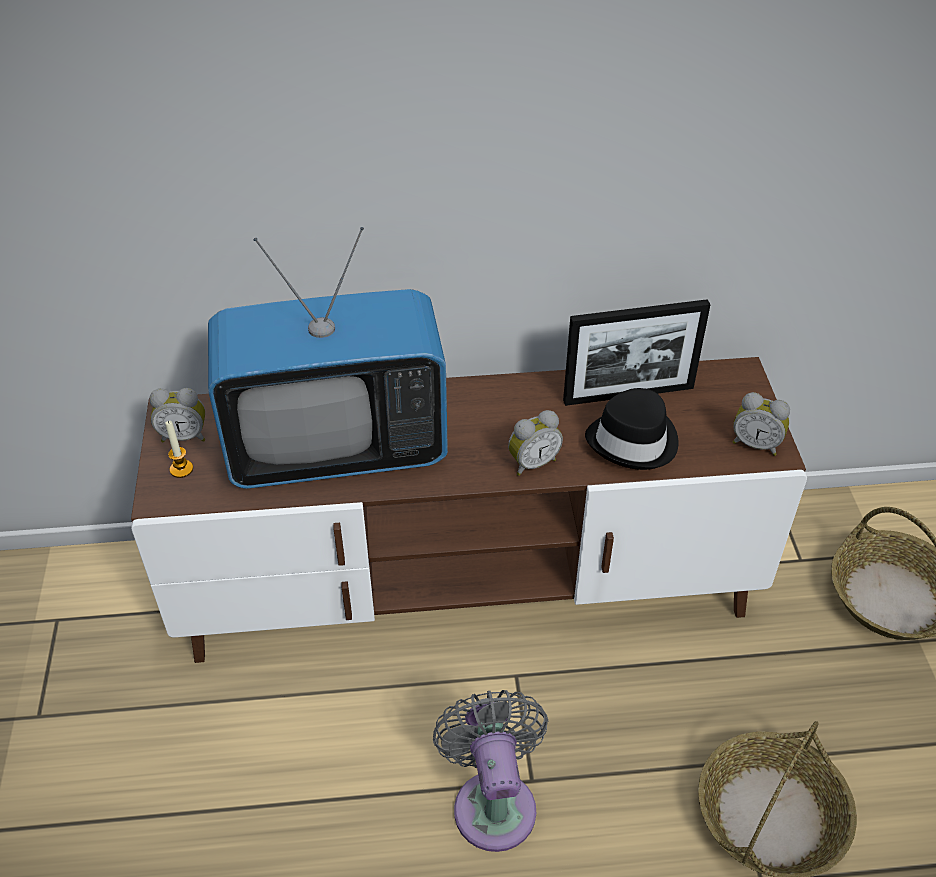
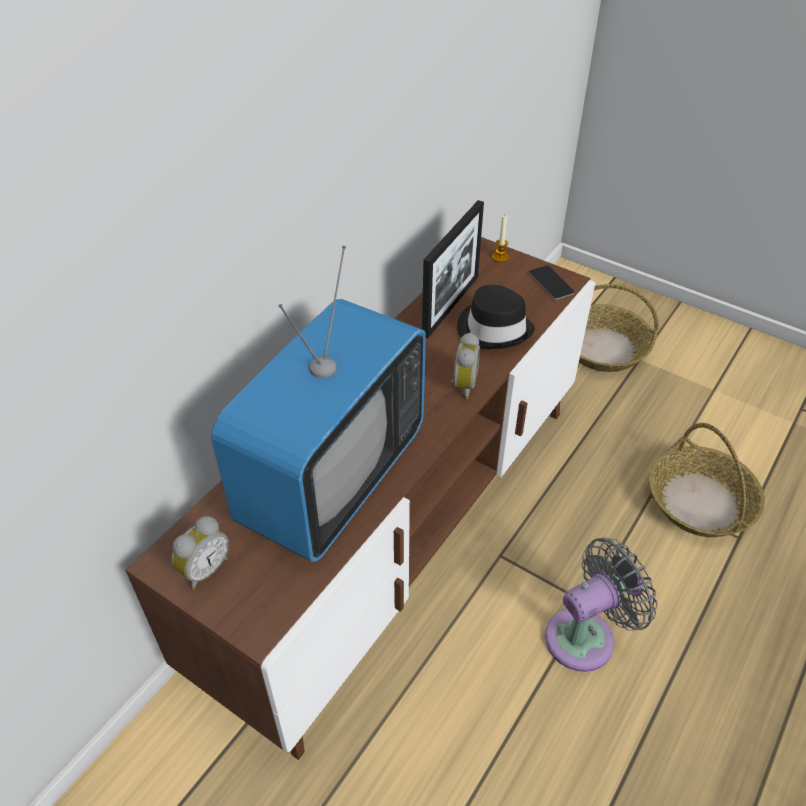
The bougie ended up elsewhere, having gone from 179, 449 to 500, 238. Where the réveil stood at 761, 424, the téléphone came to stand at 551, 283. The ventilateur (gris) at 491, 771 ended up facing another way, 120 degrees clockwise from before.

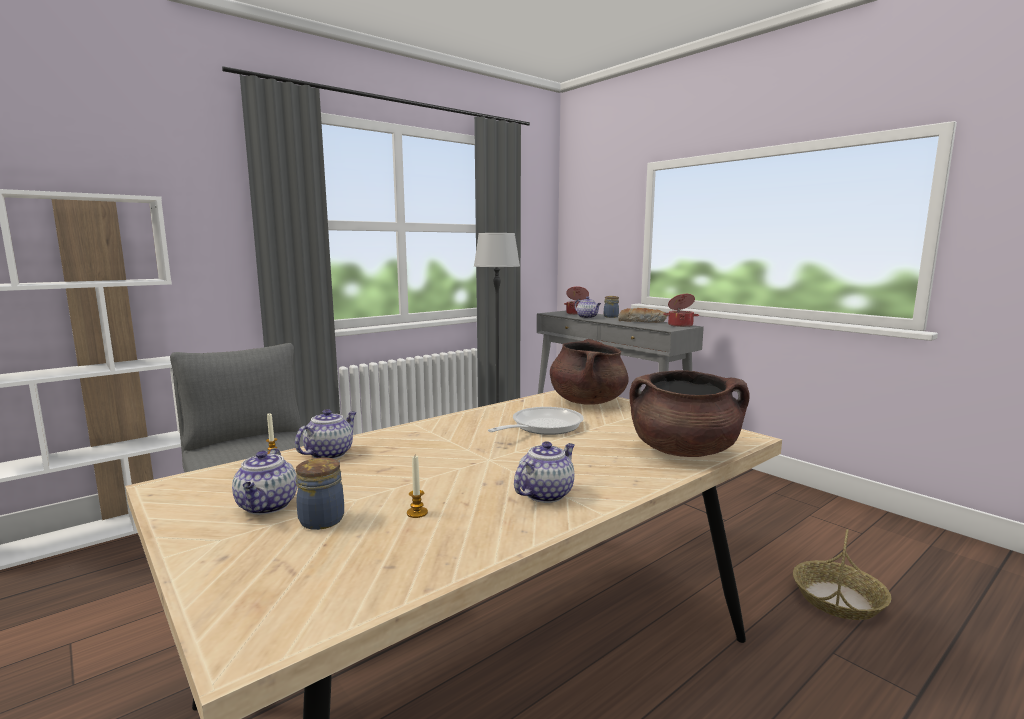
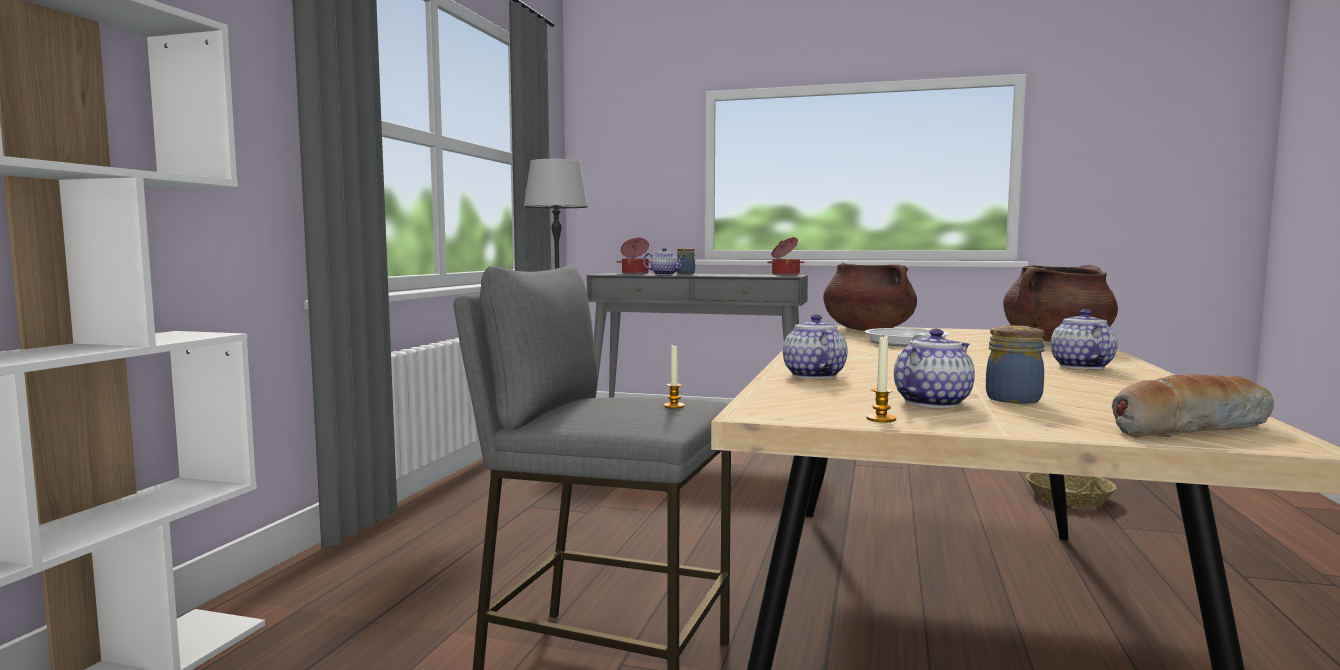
The bougie ended up elsewhere, having gone from 417, 487 to 881, 378. The pain ended up elsewhere, having gone from 642, 315 to 1193, 405. The théière at 264, 481 ended up facing another way, 90 degrees counterclockwise from before.

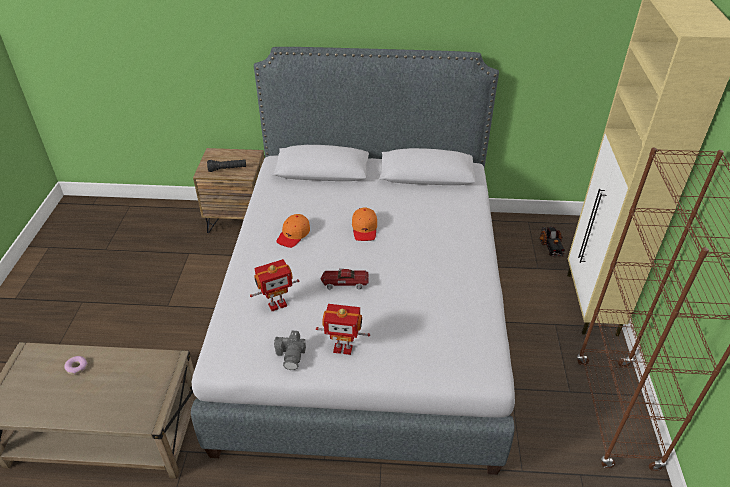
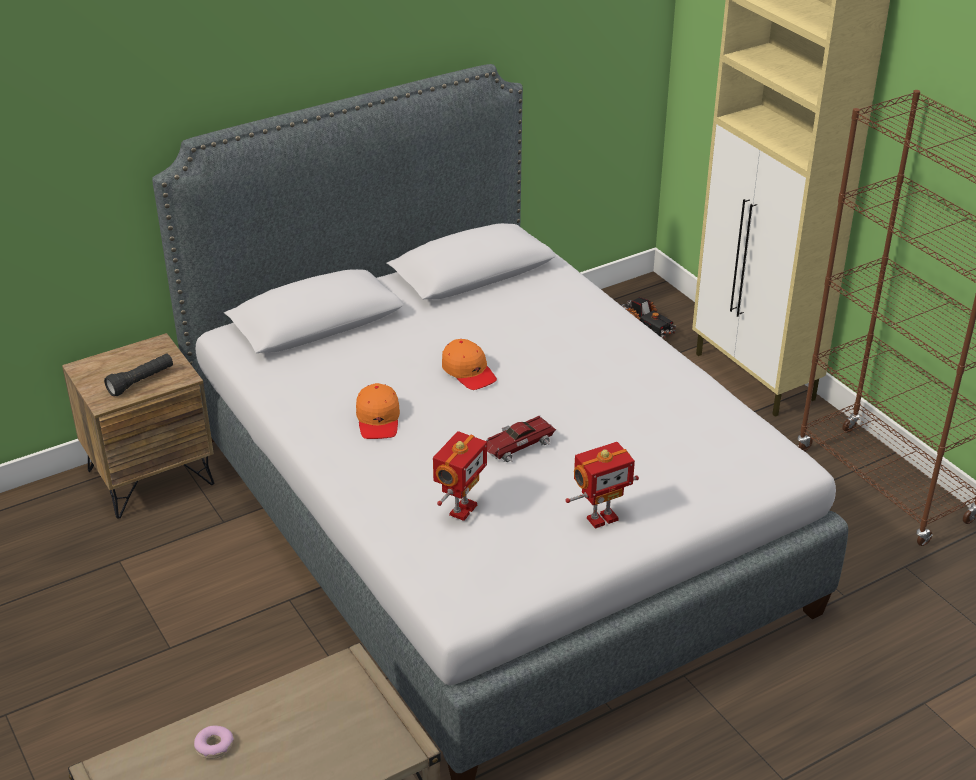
The second view lost the appareil photo at 290, 350.

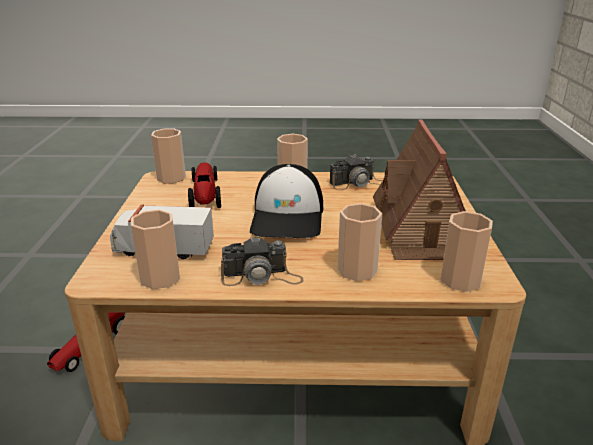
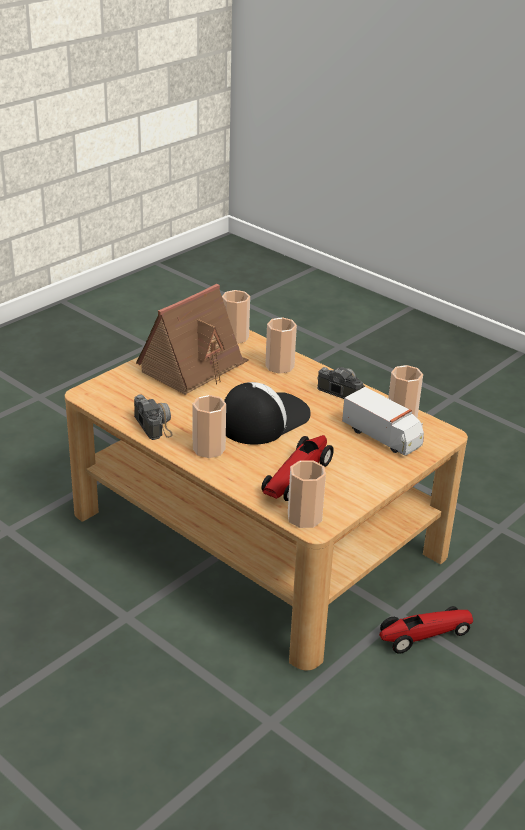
The appareil photo at 356, 172 ended up facing another way, 45 degrees clockwise from before.

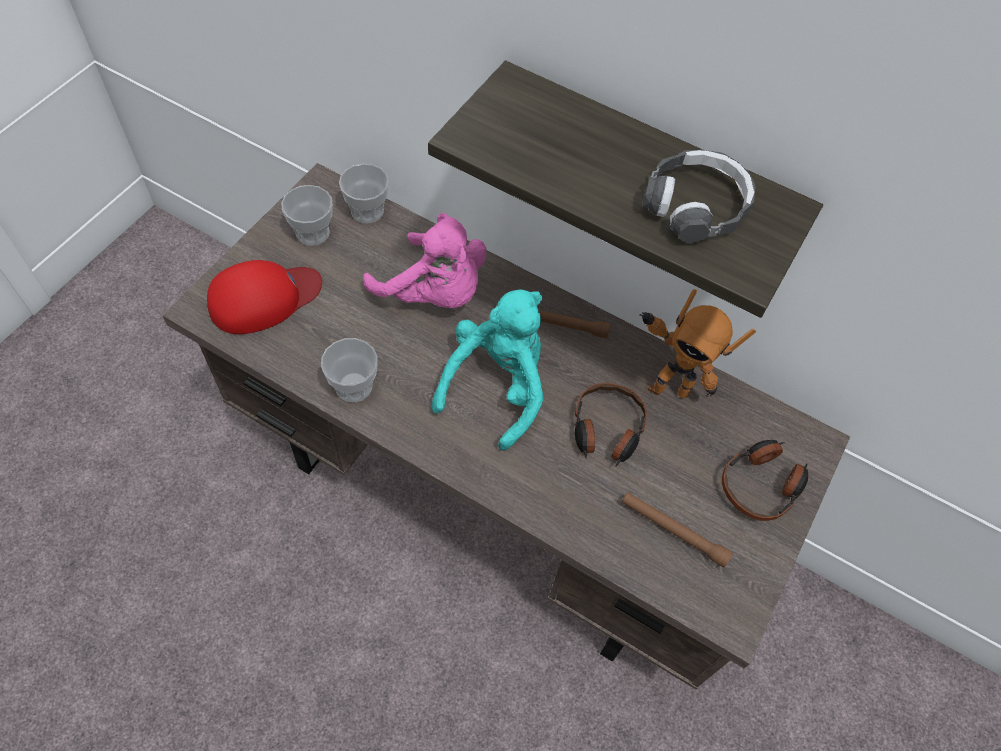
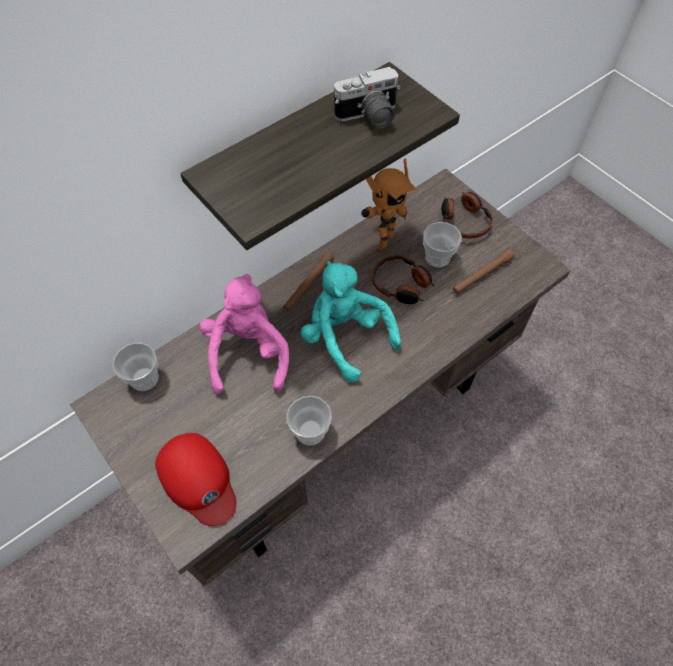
The tasse ended up elsewhere, having gone from 307, 215 to 442, 245. Where the casque audio stood at 699, 196, the appareil photo came to stand at 367, 97. The casquette (rouge) at 264, 297 ended up facing another way, 150 degrees clockwise from before. The peluche (rose) at 424, 260 ended up facing another way, 60 degrees counterclockwise from before.

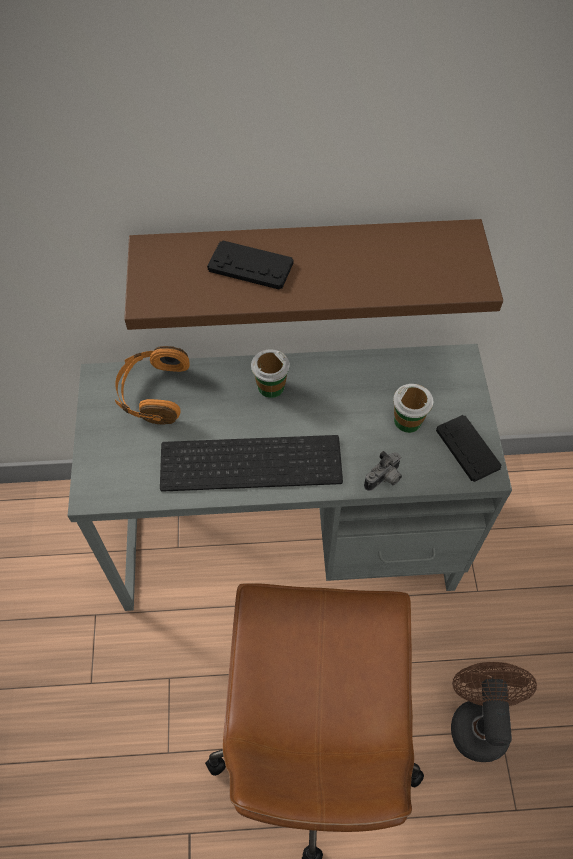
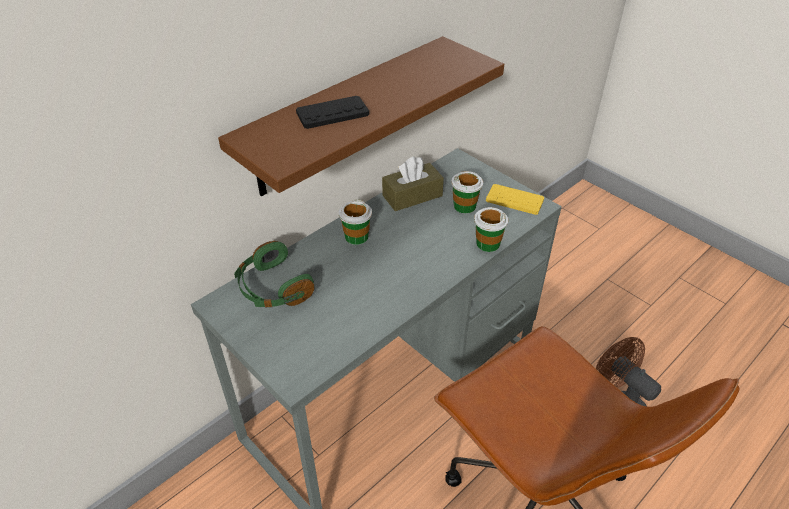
The second view lost the clavier at 251, 463. The second view gained the boîte à mouchoirs (marron) at 413, 183. Where the appareil photo stood at 383, 471, the tasse came to stand at 491, 229. What was the casque audio (orange) at 152, 385 turned into the casque audio (vert) at 274, 274. What was the manette (noir) at 469, 448 turned into the manette (jaune) at 515, 199.

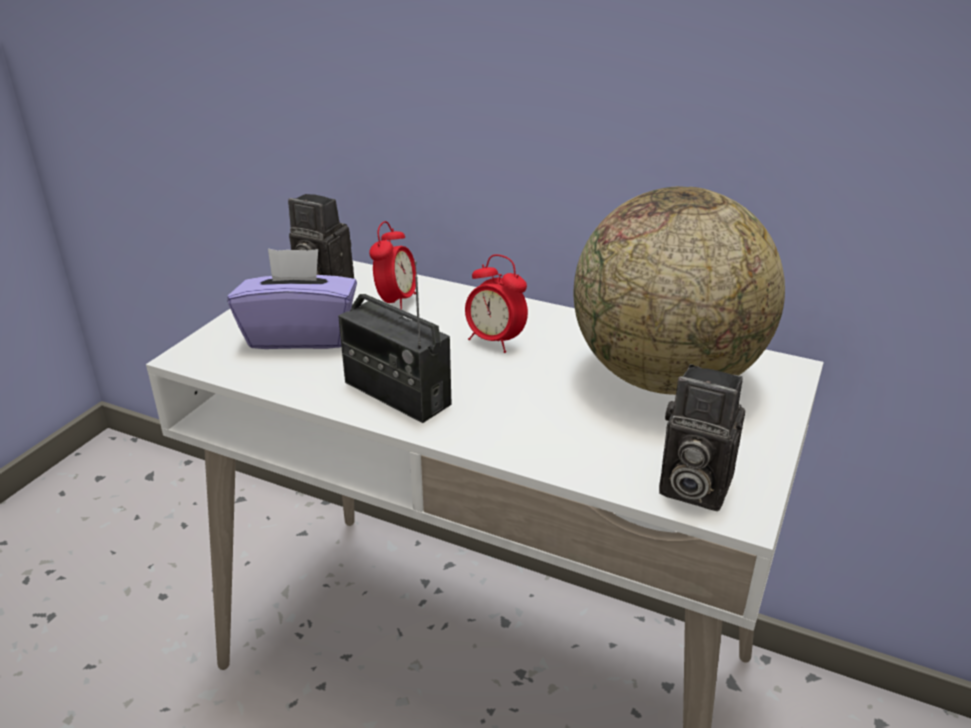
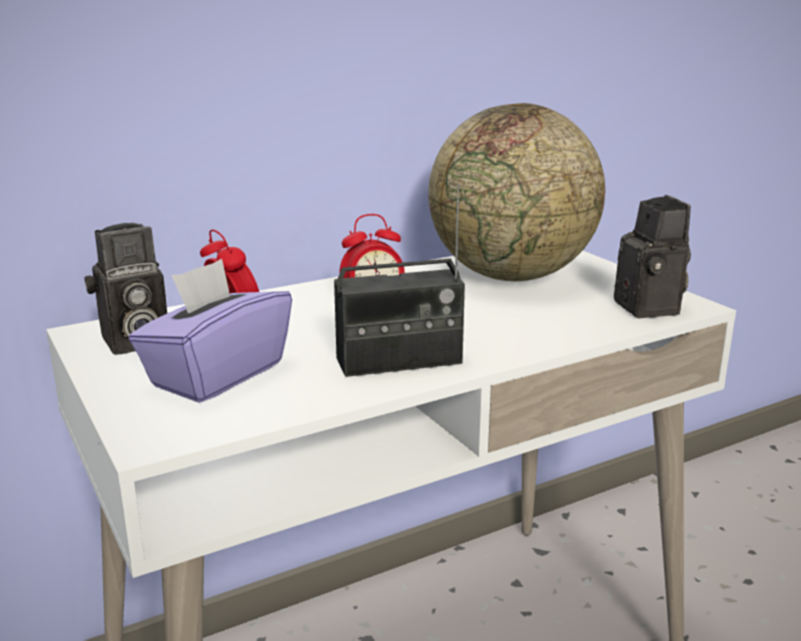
The appareil photo at 702, 437 ended up facing another way, 75 degrees counterclockwise from before.

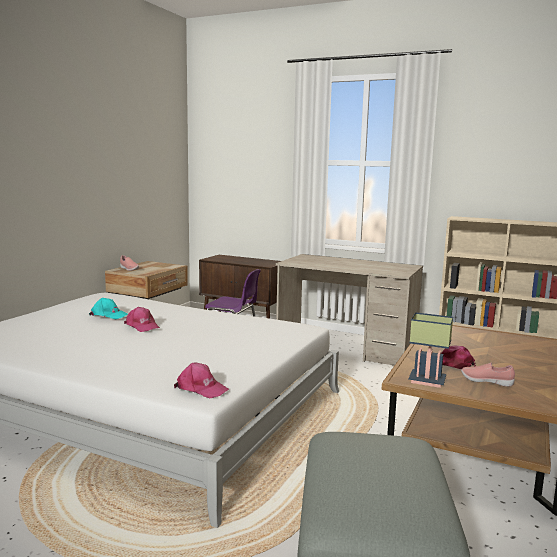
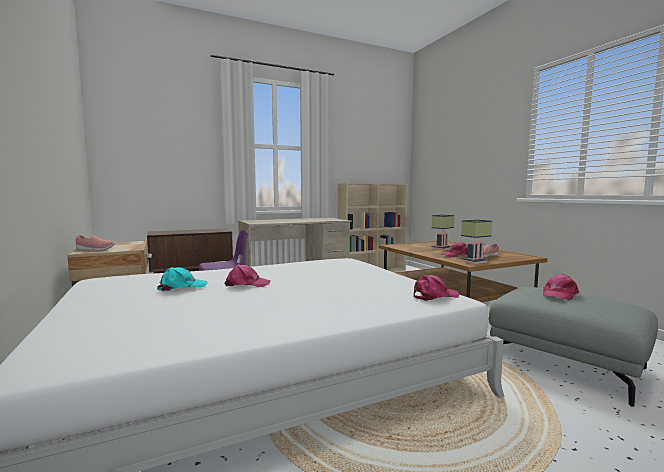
The second view gained the lampe de table at 443, 232. The second view gained the casquette (rose) at 561, 287.

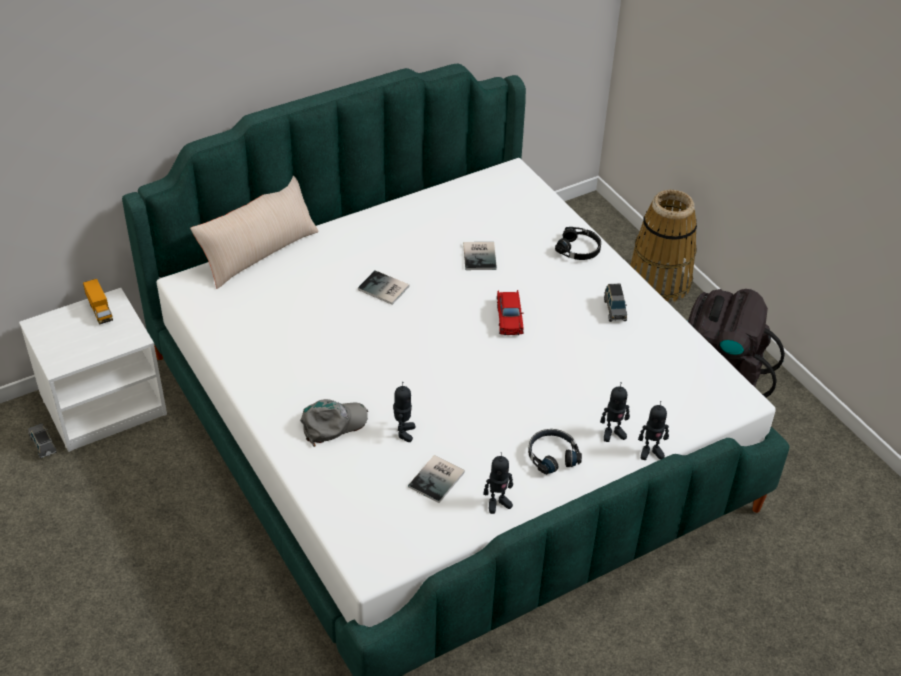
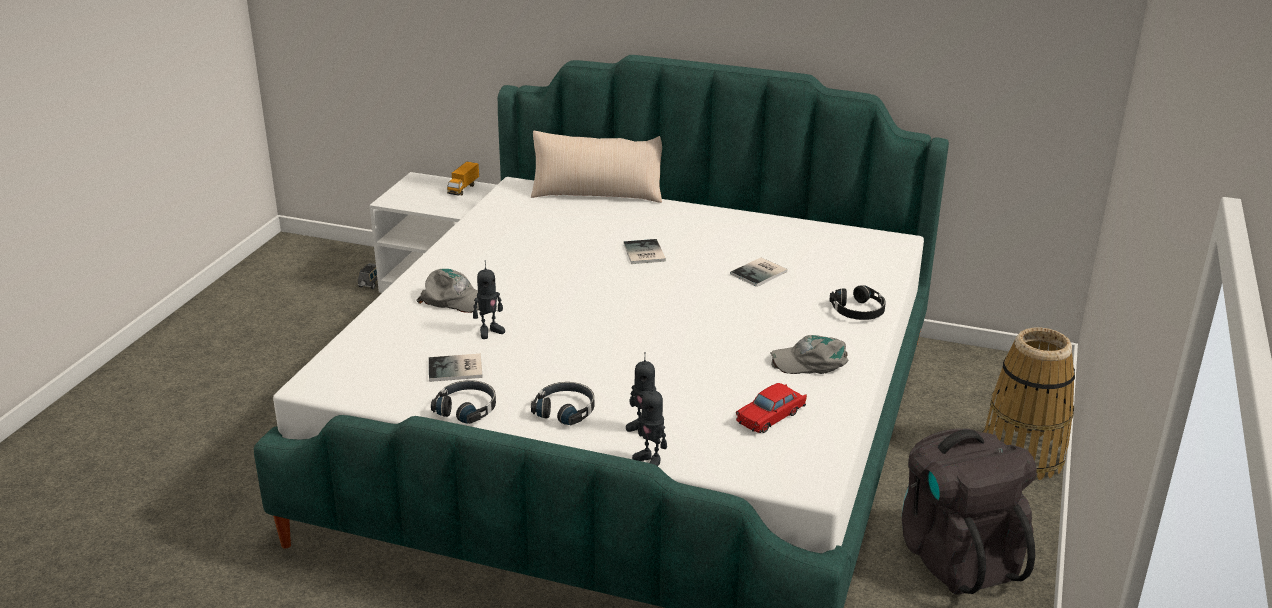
The petite voiture (rouge) ended up elsewhere, having gone from 510, 312 to 771, 408. Where the robot jouet stood at 498, 483, the casque audio (noir) came to stand at 463, 402. Where the petite voiture (gris) stood at 615, 303, the casquette (gris) came to stand at 809, 354.

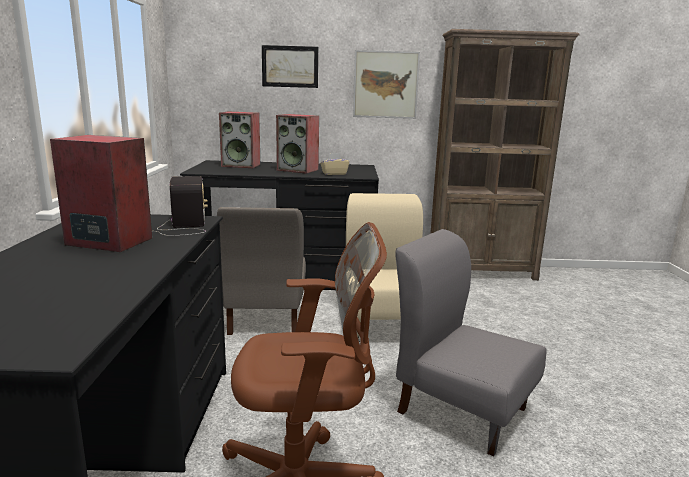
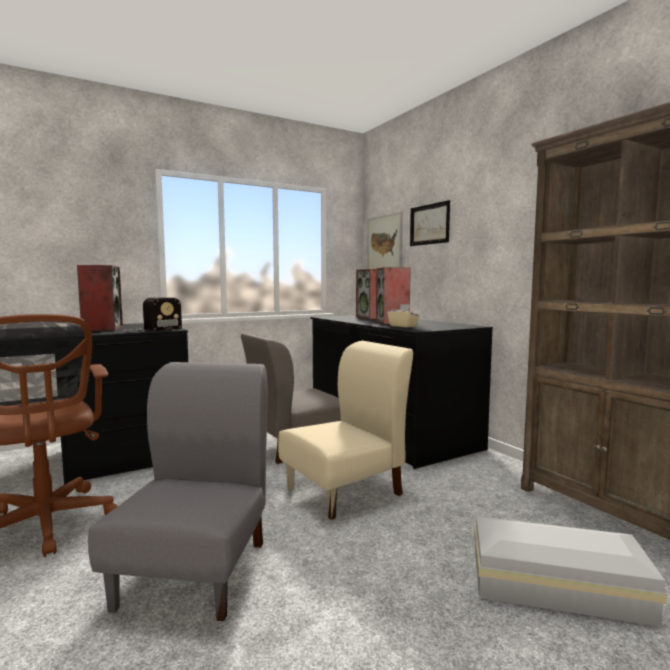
The second view gained the boîte de rangement (blanc) at 570, 571. The tableau ended up elsewhere, having gone from 386, 84 to 385, 240.

